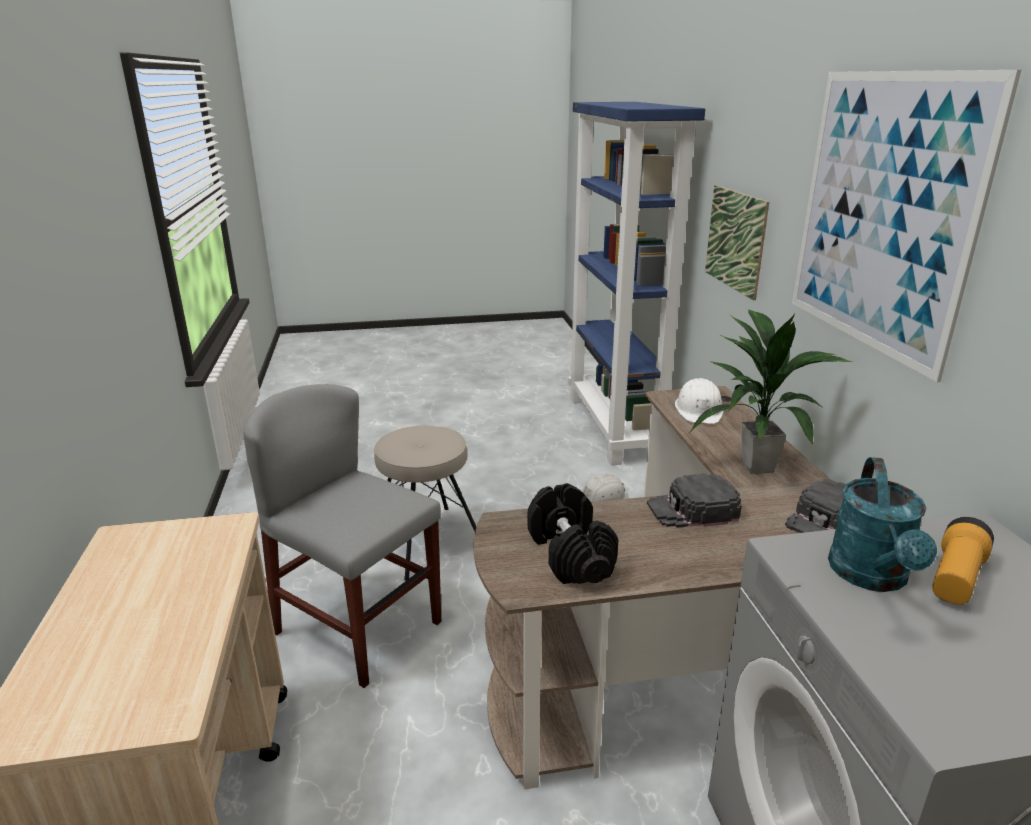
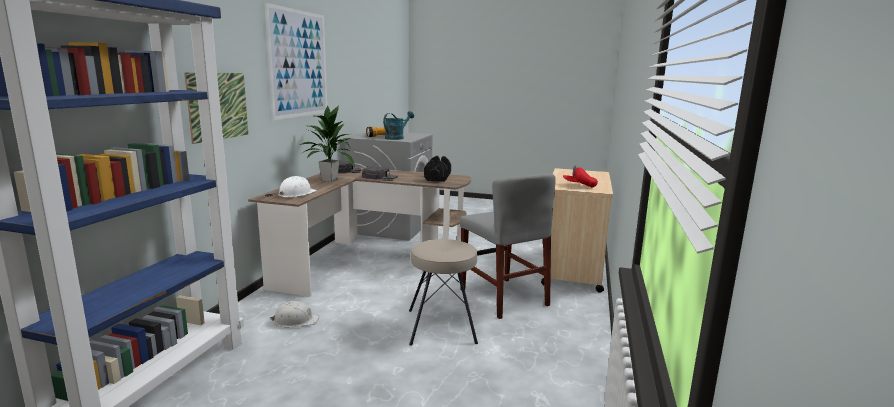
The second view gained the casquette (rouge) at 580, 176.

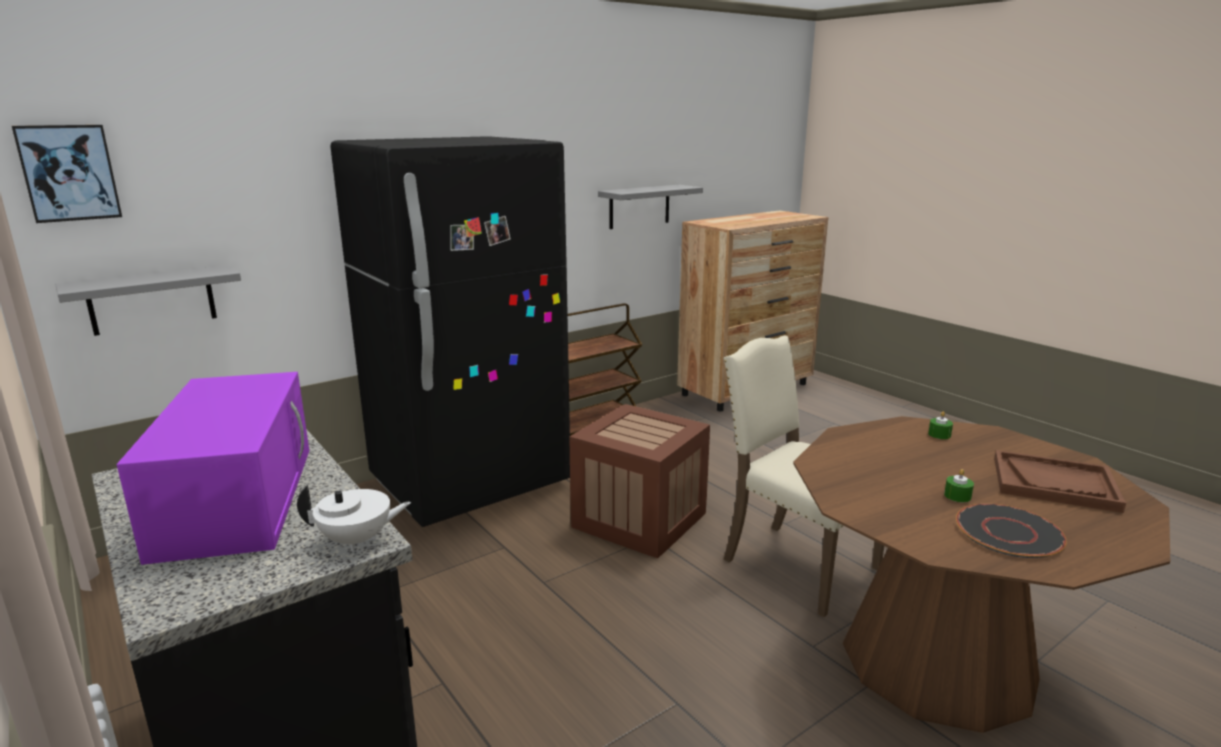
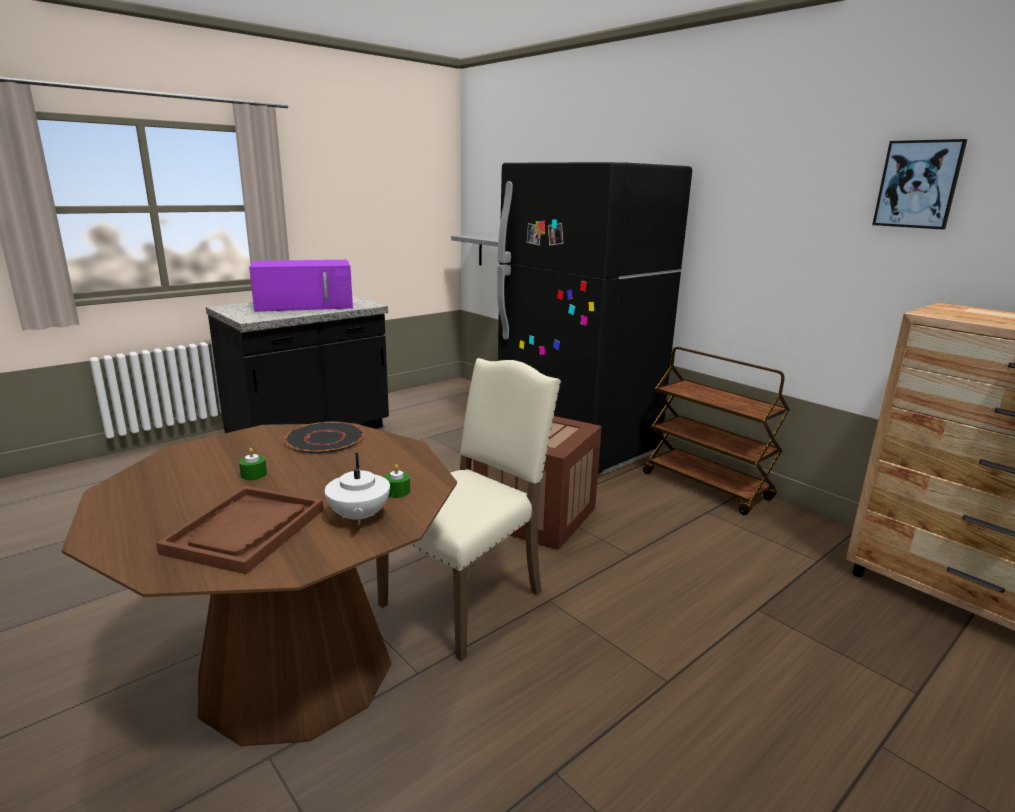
The second view lost the étagère (gris) at 650, 207. The tableau ended up elsewhere, having gone from 67, 174 to 919, 184. The théière (blanc) ended up elsewhere, having gone from 354, 518 to 357, 489. The assiette (noir) ended up elsewhere, having gone from 1011, 531 to 324, 438.

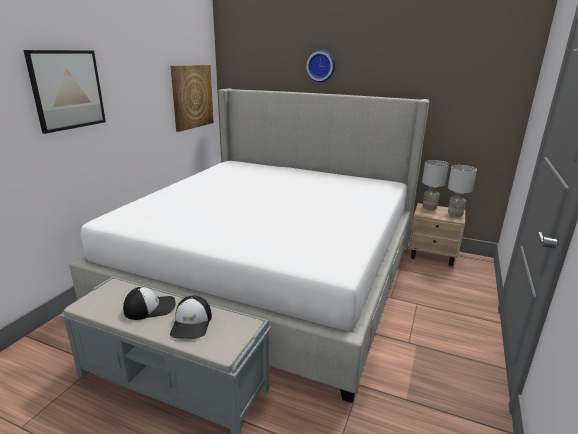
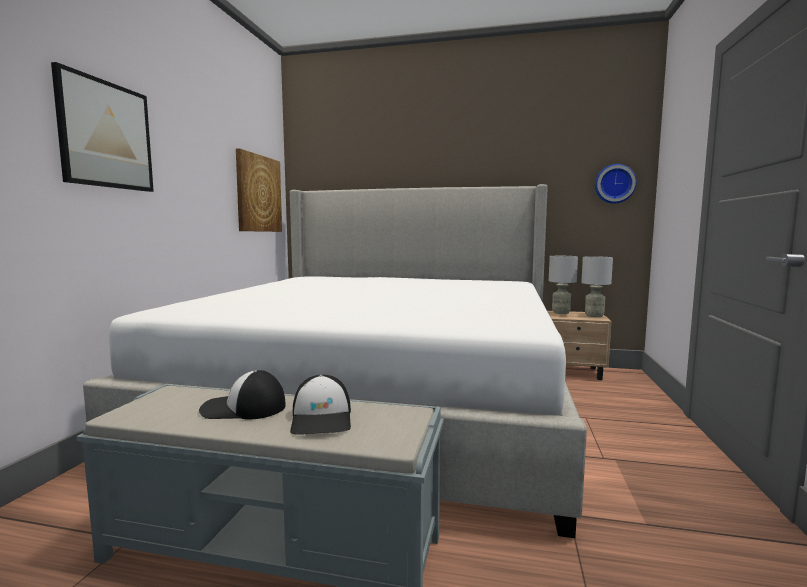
The horloge murale ended up elsewhere, having gone from 320, 66 to 616, 184. The casquette at 149, 303 ended up facing another way, 150 degrees counterclockwise from before.

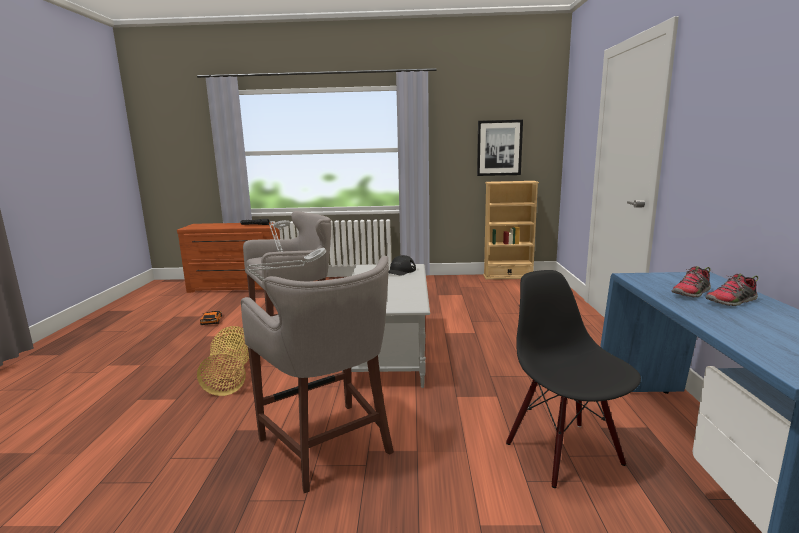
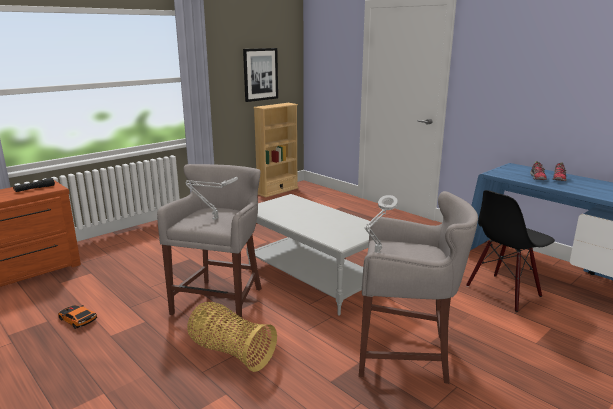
The second view lost the casquette (noir) at 402, 265. The chaise (noir) at 573, 379 ended up facing another way, 60 degrees counterclockwise from before.

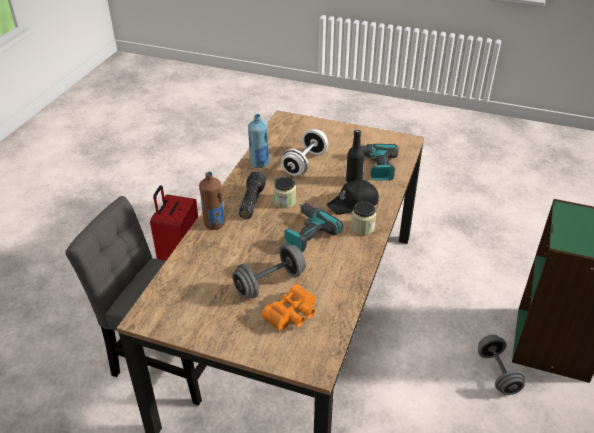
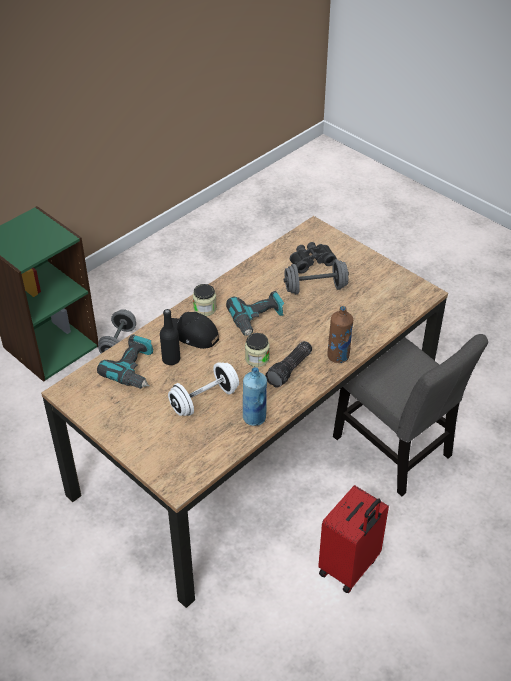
What was the jumelles (orange) at 288, 307 turned into the jumelles (noir) at 313, 258. The casquette (noir) at 353, 197 ended up facing another way, 150 degrees counterclockwise from before.

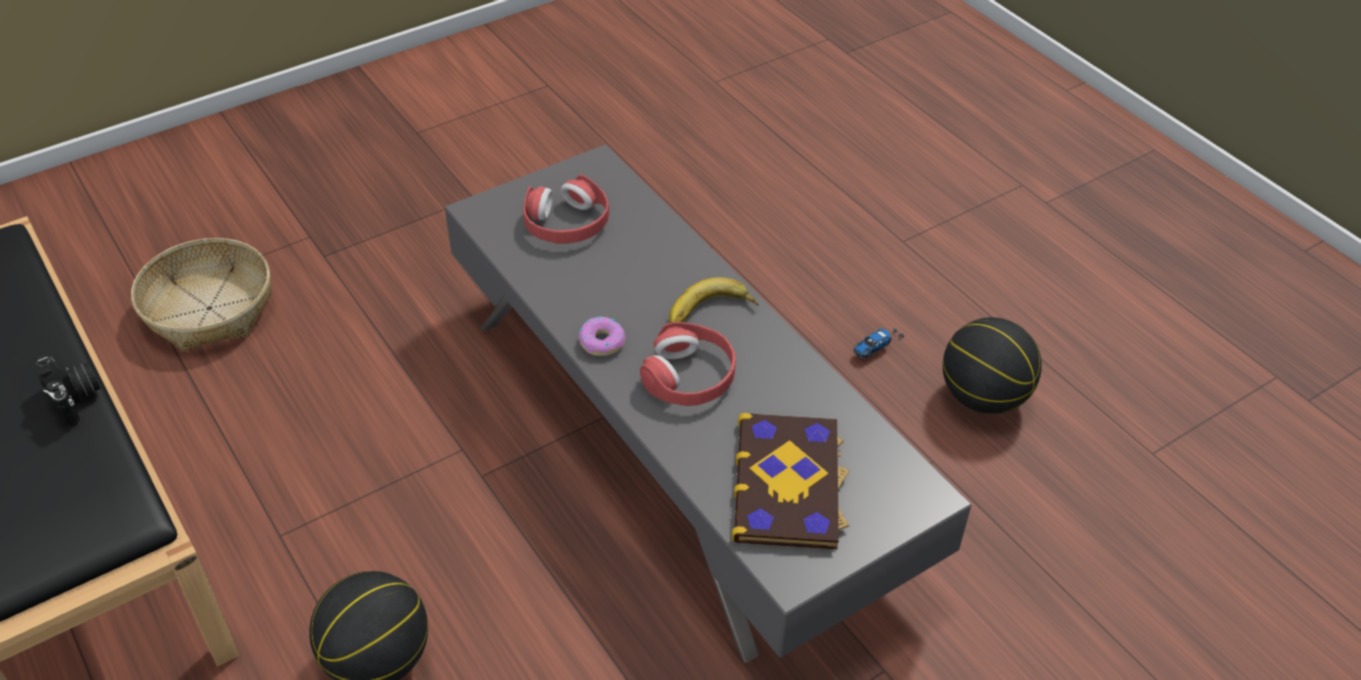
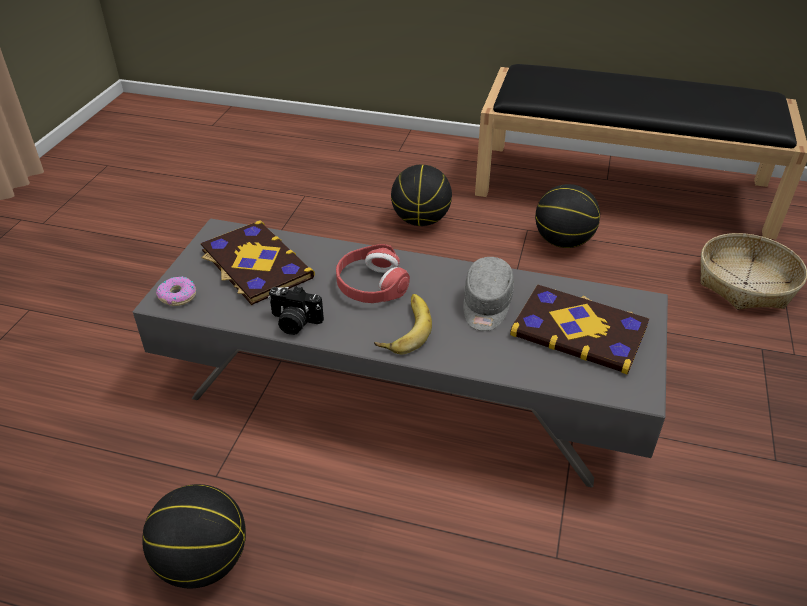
The second view lost the petite voiture at 879, 343. The second view gained the casquette (gris) at 488, 294. The second view gained the ballon de basket at 567, 216. The appareil photo ended up elsewhere, having gone from 68, 391 to 296, 310. The beignet ended up elsewhere, having gone from 602, 336 to 176, 291. Where the casque audio (rouge) stood at 566, 209, the livre came to stand at 579, 329.

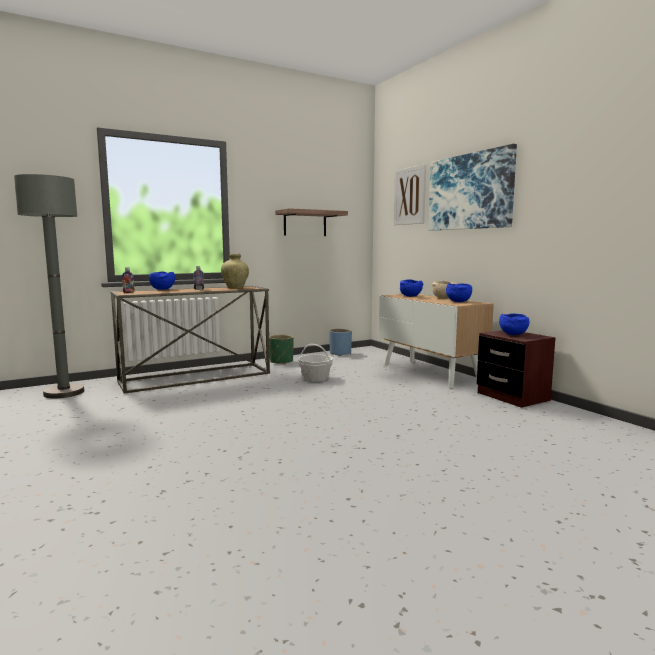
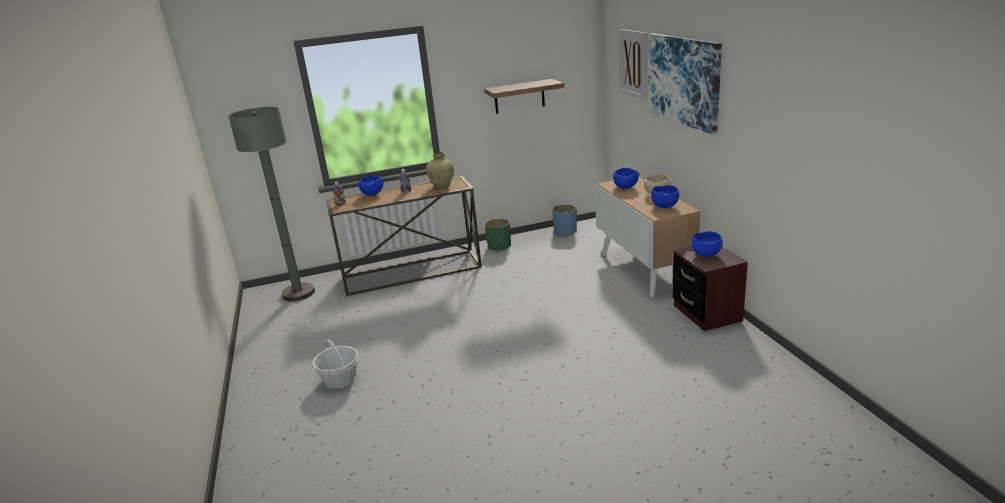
The panier ended up elsewhere, having gone from 315, 363 to 335, 364.

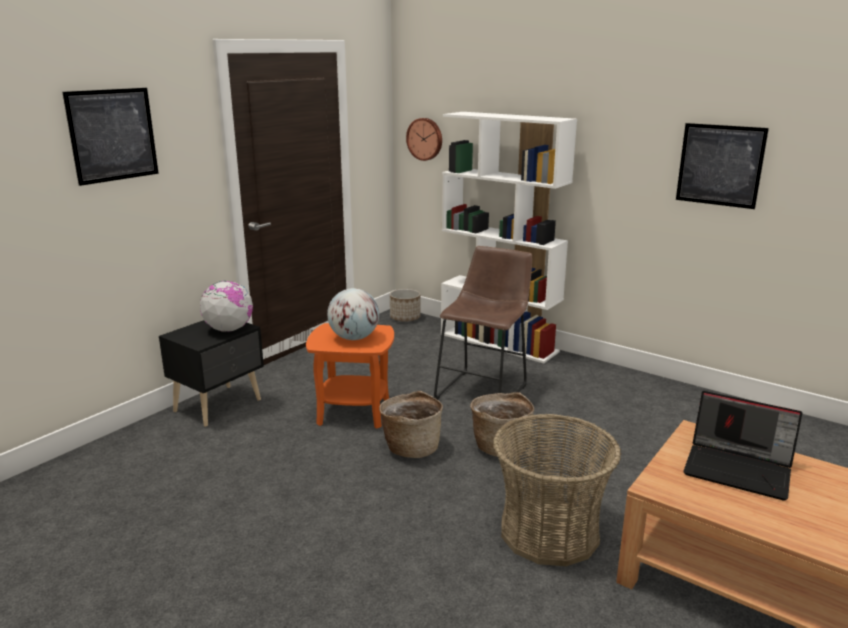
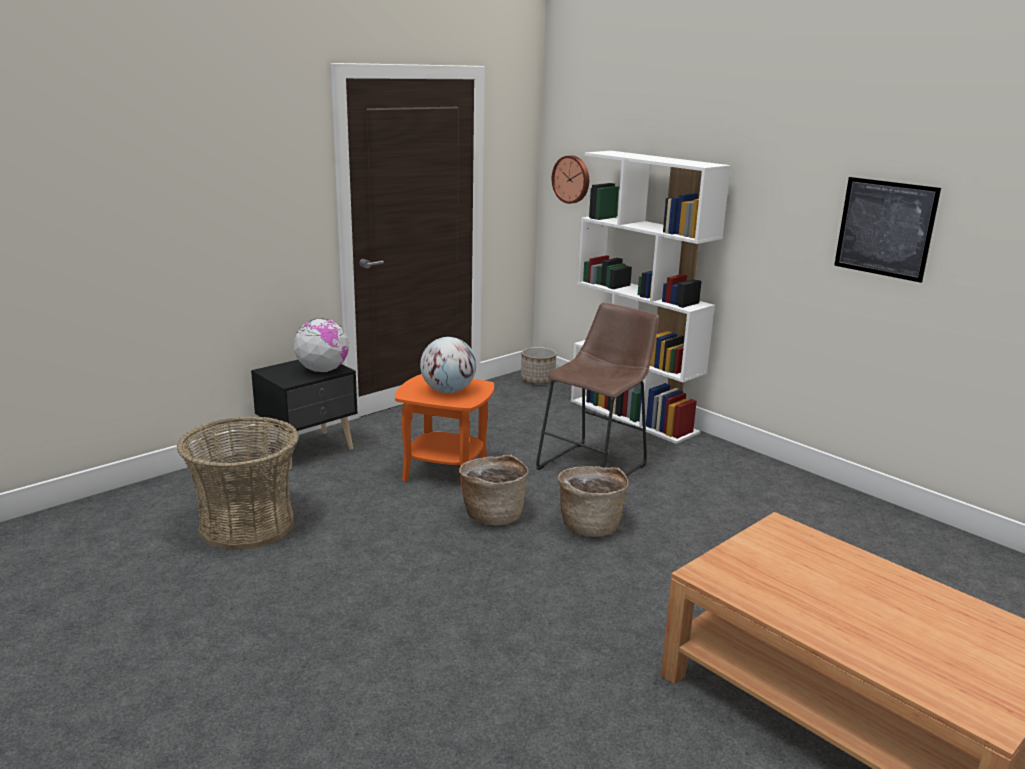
The second view lost the tableau at 111, 137. The second view lost the ordinateur portable at 742, 446. The panier ended up elsewhere, having gone from 557, 490 to 238, 483.

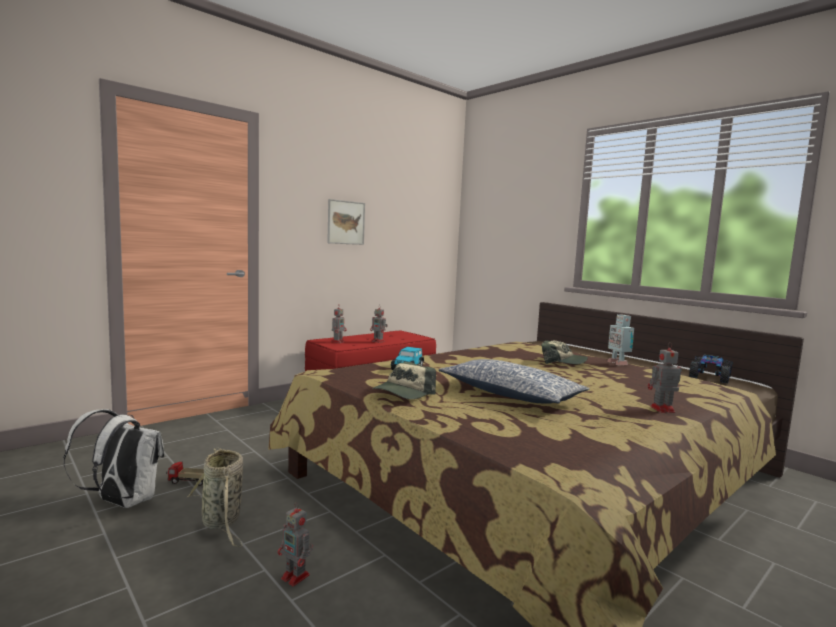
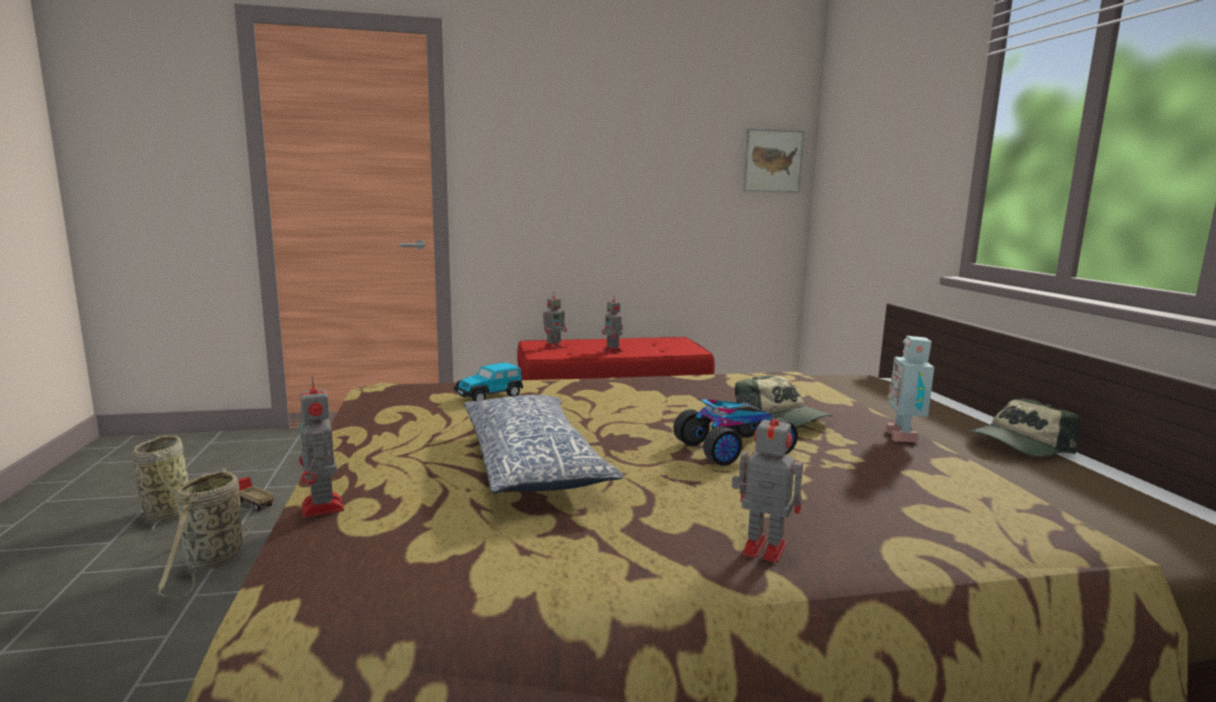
The robot jouet ended up elsewhere, having gone from 295, 544 to 321, 447. The tableau ended up elsewhere, having gone from 346, 222 to 774, 160. The casquette ended up elsewhere, having gone from 404, 380 to 1024, 427. The petite voiture ended up elsewhere, having gone from 710, 369 to 735, 432. Where the sac à dos (blanc) stood at 113, 458, the panier came to stand at 160, 483.

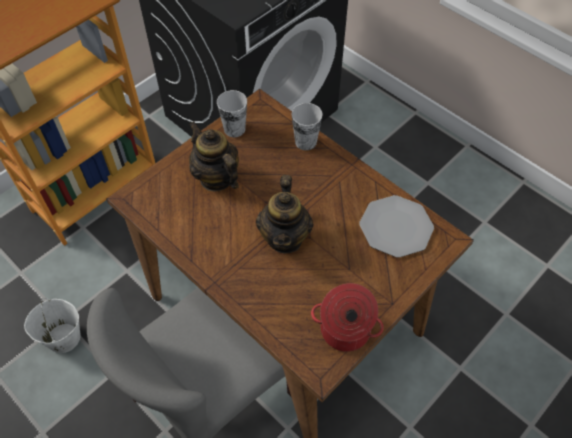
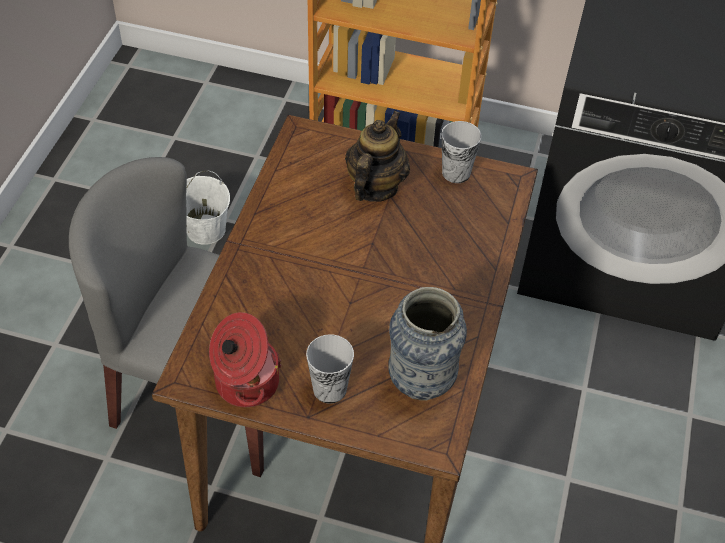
The second view lost the théière at 284, 214. The tasse ended up elsewhere, having gone from 307, 126 to 330, 369. Where the assiette stood at 396, 226, the vase came to stand at 427, 344.

